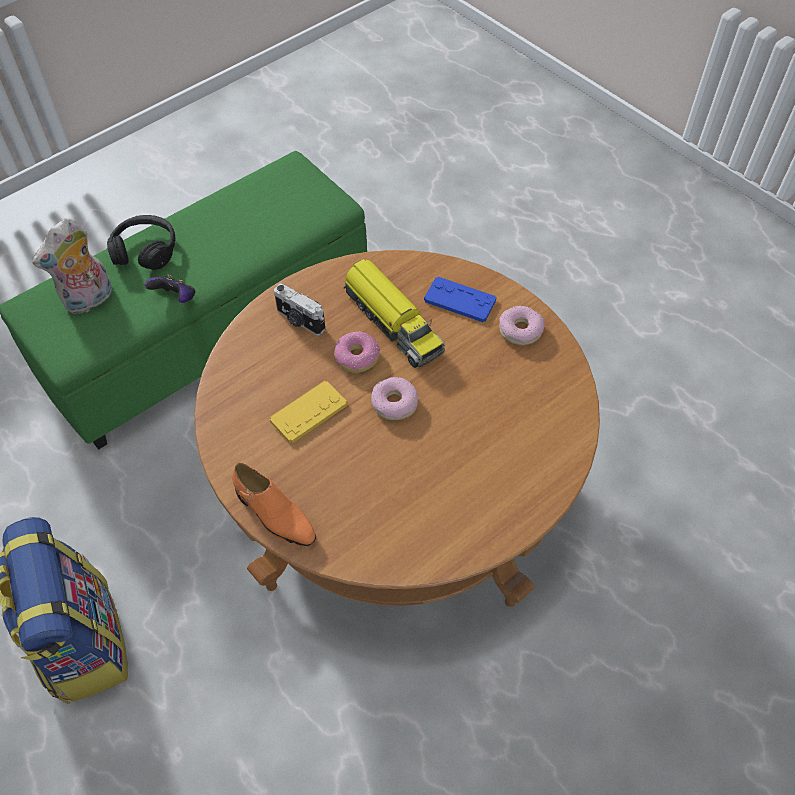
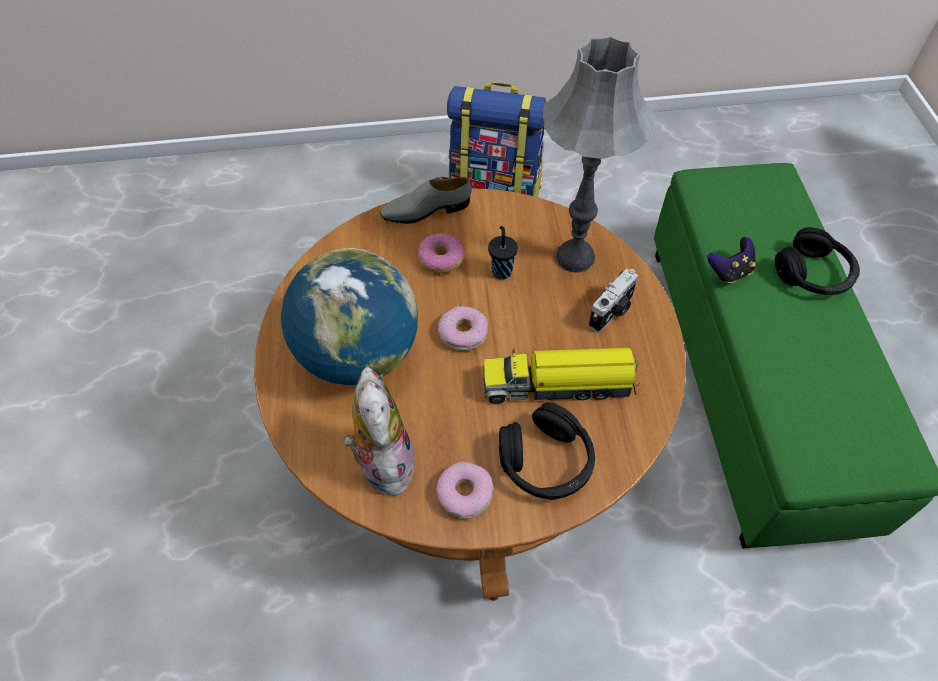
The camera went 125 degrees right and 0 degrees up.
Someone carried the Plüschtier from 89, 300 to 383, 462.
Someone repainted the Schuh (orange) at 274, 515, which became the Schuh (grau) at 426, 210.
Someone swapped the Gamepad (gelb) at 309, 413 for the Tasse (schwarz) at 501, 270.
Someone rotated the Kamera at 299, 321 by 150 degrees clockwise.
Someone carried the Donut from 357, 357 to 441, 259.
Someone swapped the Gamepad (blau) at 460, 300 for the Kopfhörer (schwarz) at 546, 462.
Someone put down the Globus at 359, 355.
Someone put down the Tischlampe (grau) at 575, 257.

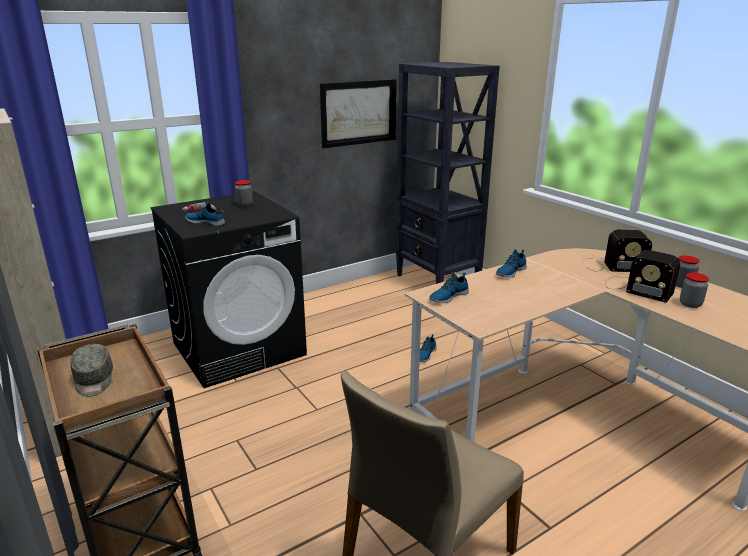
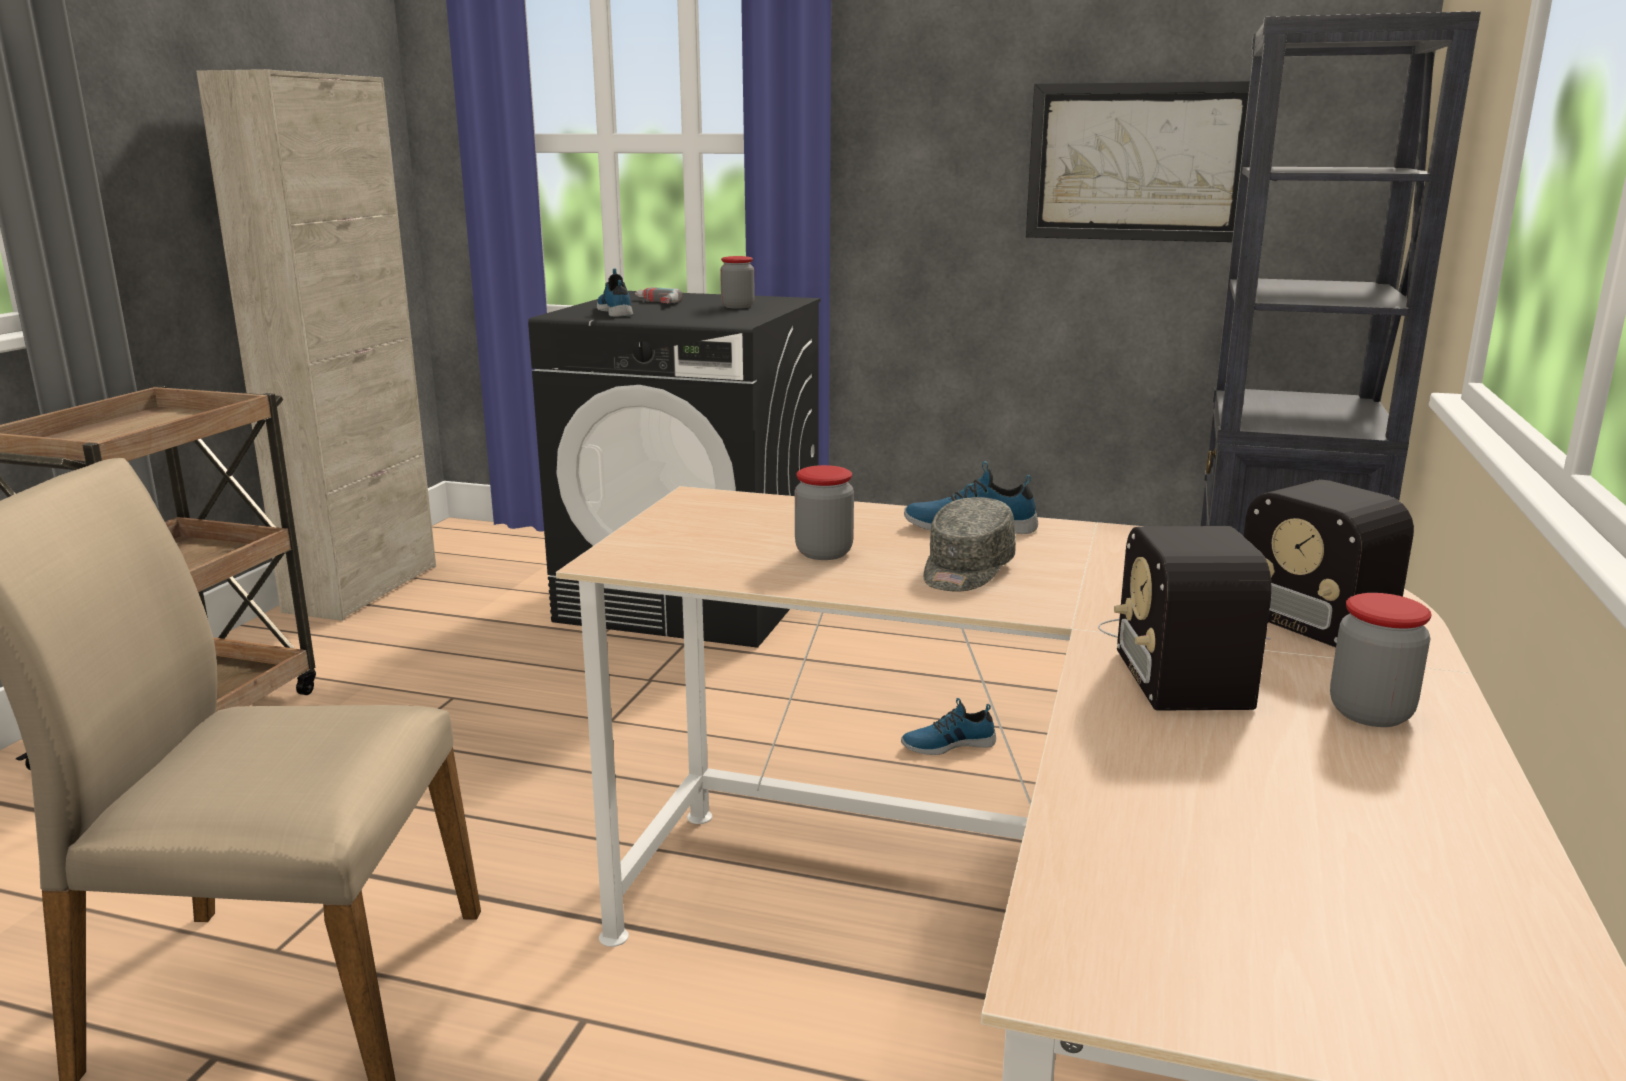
The camera went 50 degrees right and 5 degrees down.
Someone carried the Kappe (grau) from 94, 380 to 966, 570.
Someone took away the Schuh at 448, 296.
Someone carried the Vorratsglas from 690, 304 to 824, 553.

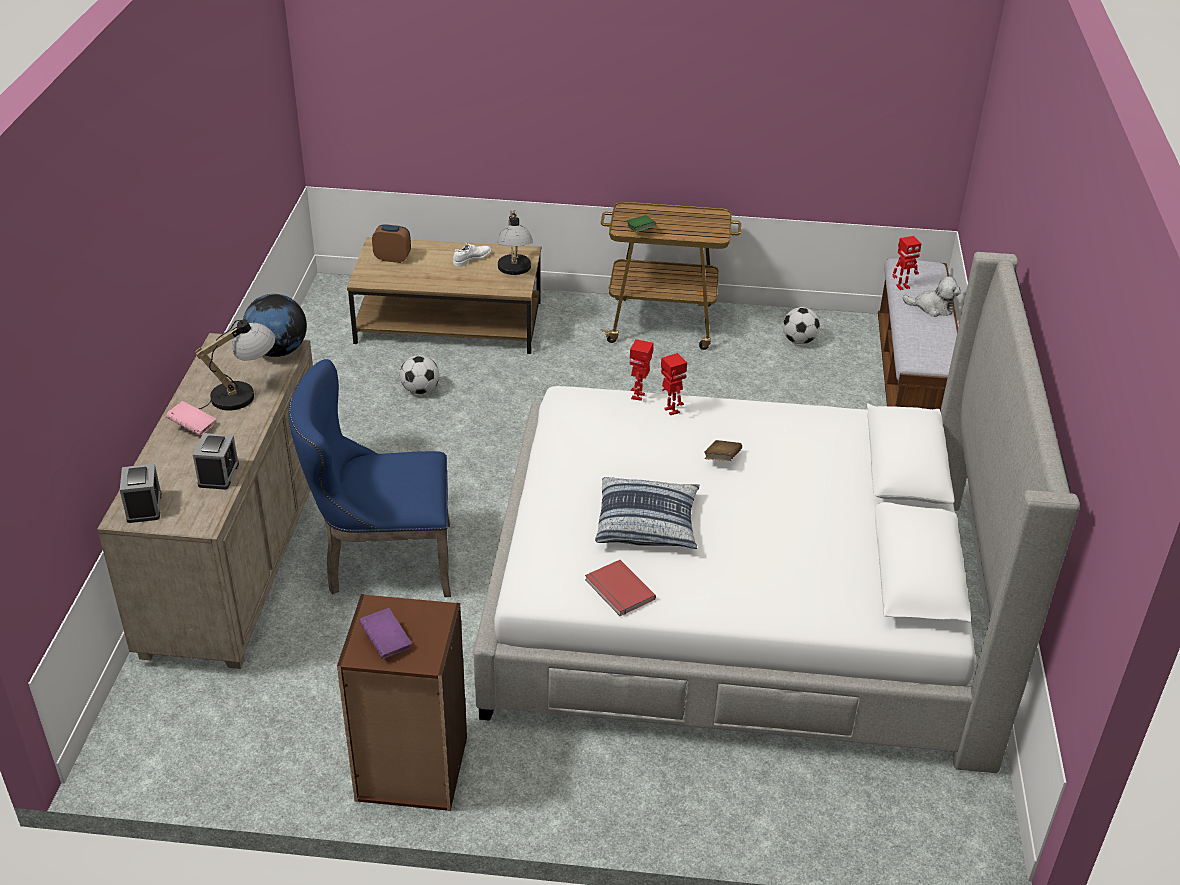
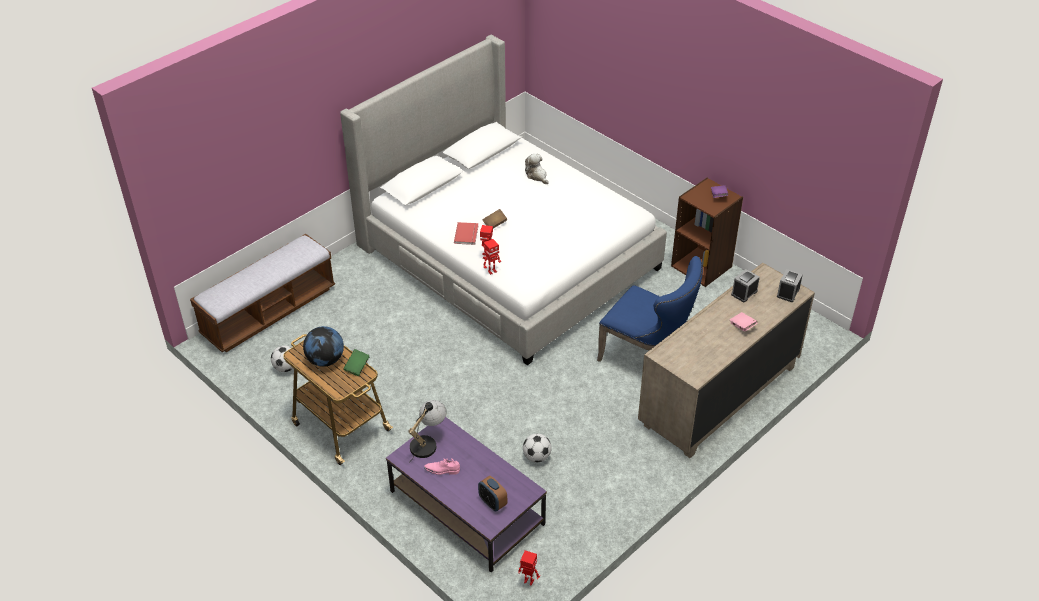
The camera went 140 degrees left and 5 degrees up.
Someone took away the Tischlampe at 244, 393.
Someone carried the Globus from 278, 351 to 325, 360.
Someone repainted the Couchtisch (braun) at 447, 322, which became the Couchtisch (lila) at 468, 508.
Someone repainted the Schuh (weiß) at 472, 259, which became the Schuh (rosa) at 442, 470.
Someone carried the Buch (rot) from 618, 590 to 467, 234.
Someone took away the Kissen at 647, 523.
Someone carried the Spielzeugroboter from 902, 286 to 528, 581.
Someone carried the Plüschtier from 932, 307 to 537, 176.

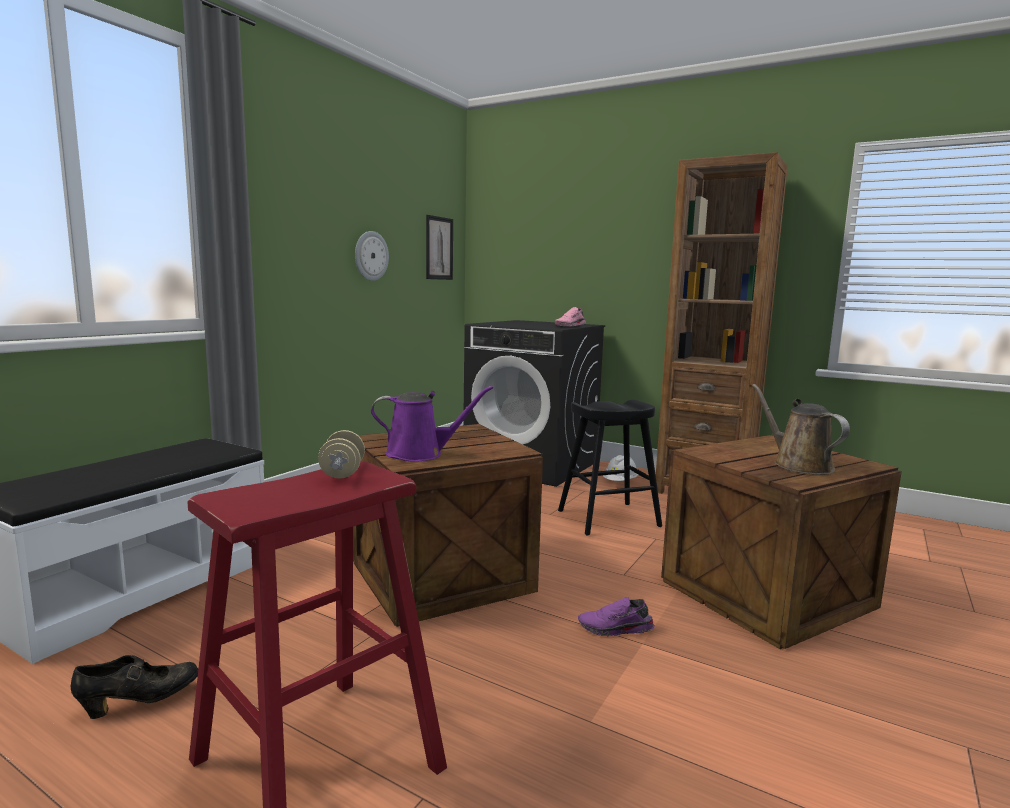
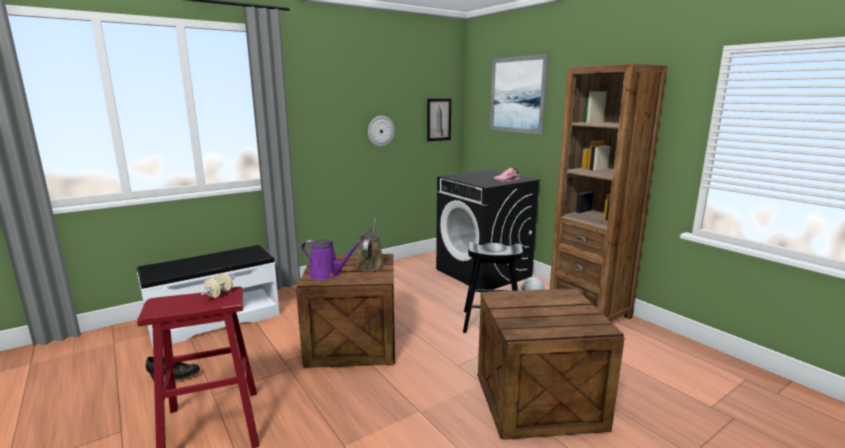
The camera went 25 degrees right and 5 degrees up.
Someone took away the Schuh (lila) at 615, 629.
Someone carried the Gießkanne (braun) from 798, 465 to 370, 265.
Someone put up the Bild at 517, 95.

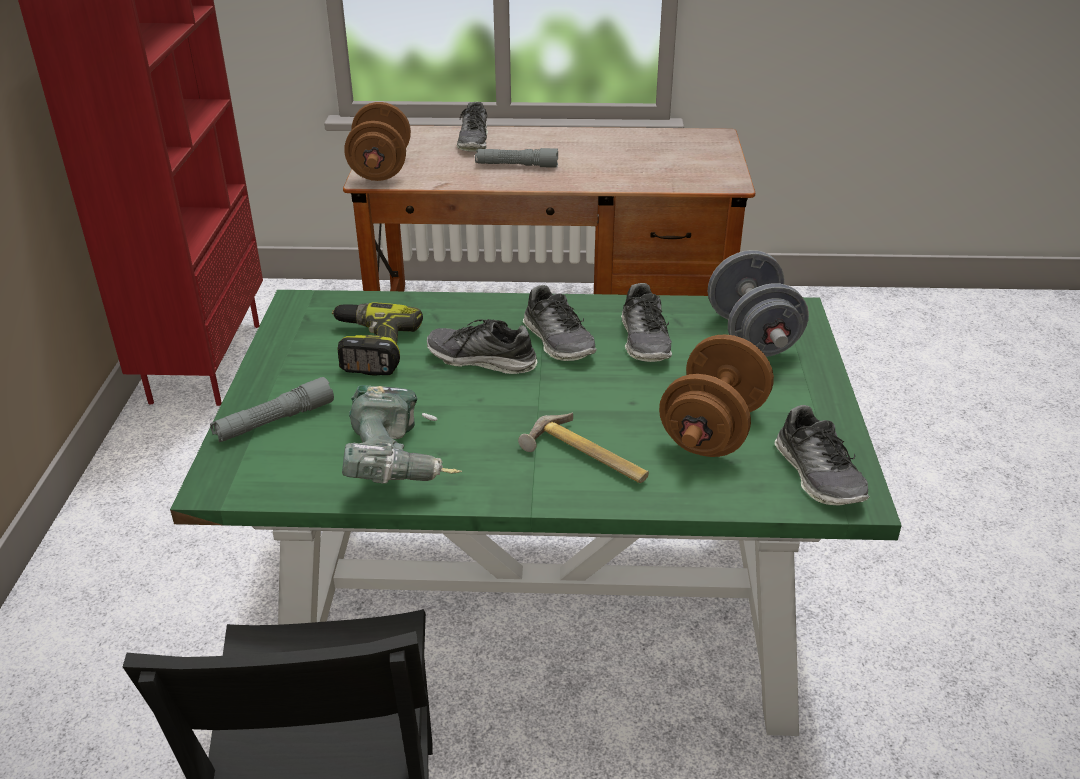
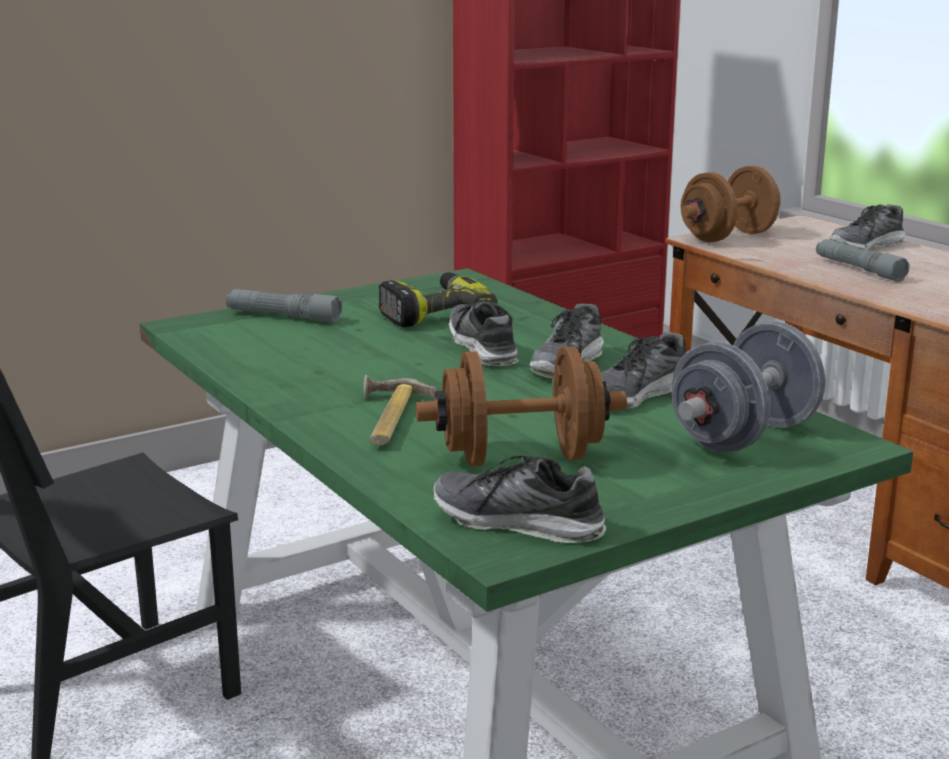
The camera went 55 degrees right and 15 degrees down.
Someone took away the Bohrmaschine at 399, 462.
Someone rotated the Schuh at 818, 475 by 75 degrees clockwise.

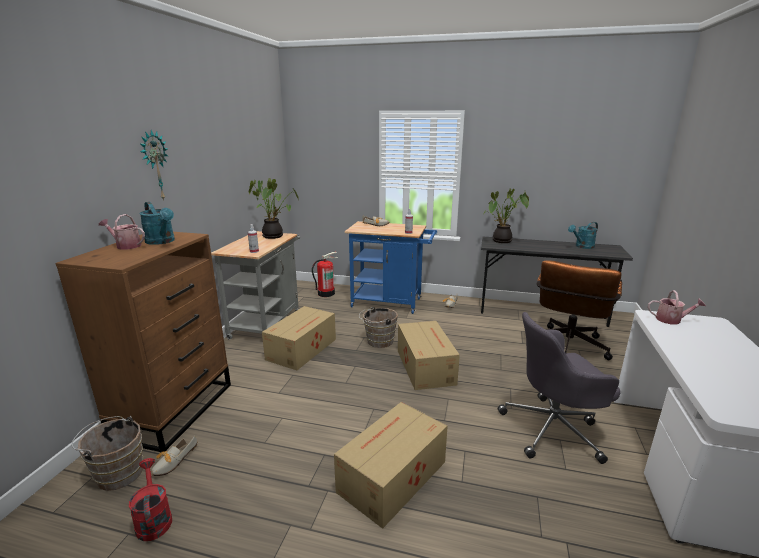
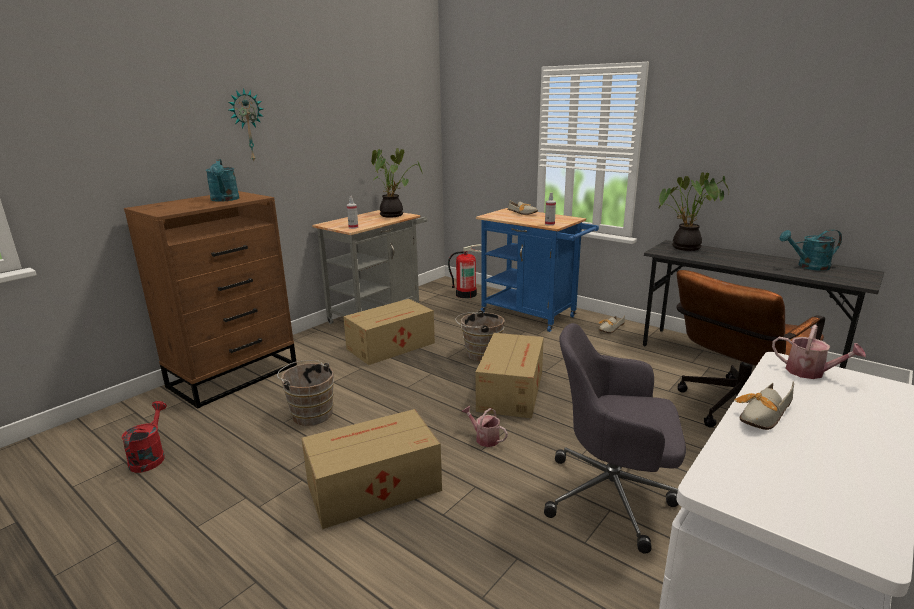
The camera went 25 degrees right and 0 degrees up.
Someone carried the Eimer (braun) from 117, 472 to 310, 413.
Someone carried the Gießkanne from 126, 246 to 484, 438.
Someone carried the Schuh from 172, 463 to 762, 416.

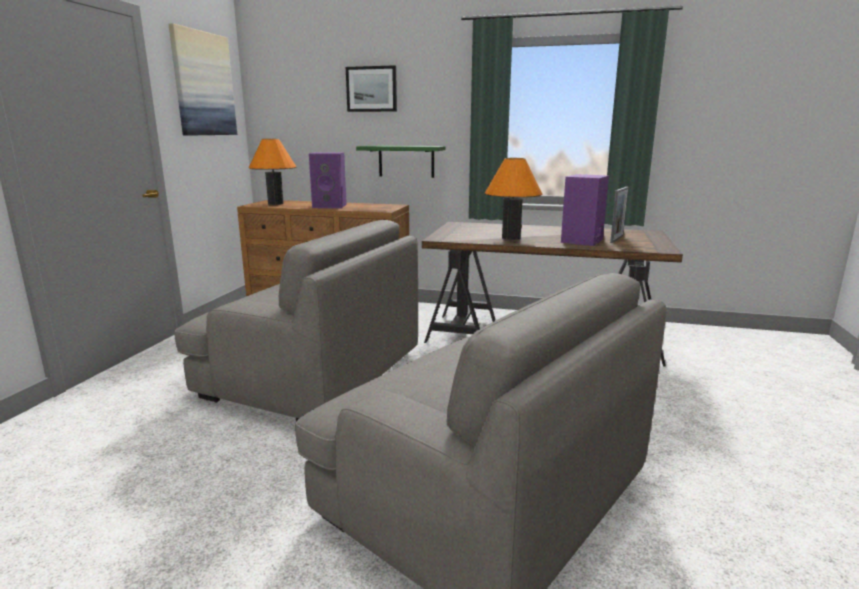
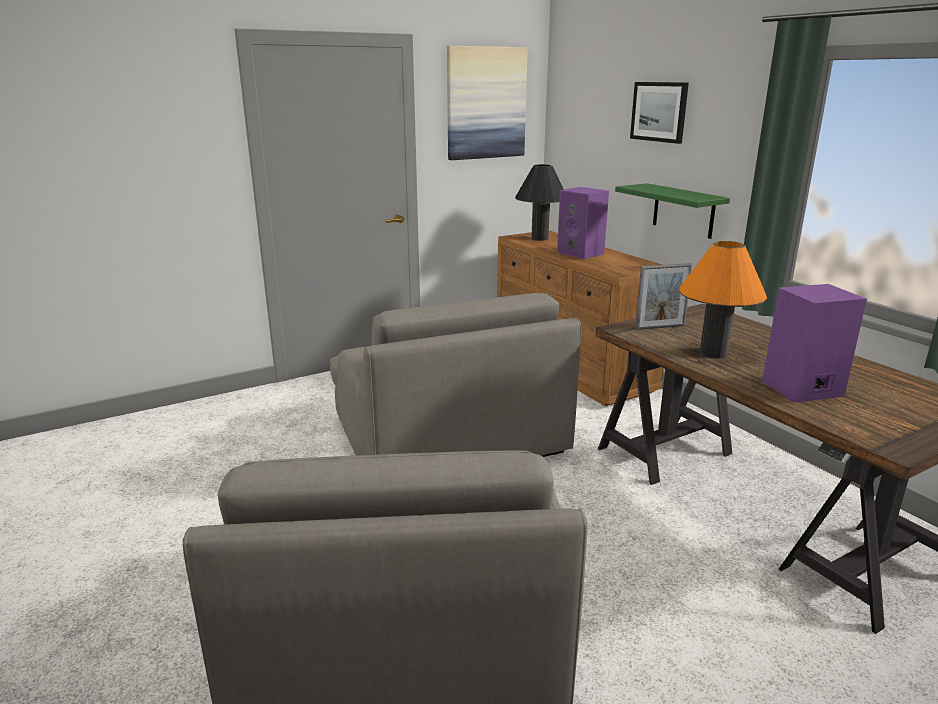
The camera went 45 degrees right and 5 degrees up.
Someone repainted the Tischlampe (orange) at 275, 203, which became the Tischlampe (schwarz) at 539, 238.
Someone carried the Bilderrahmen from 616, 239 to 660, 327.

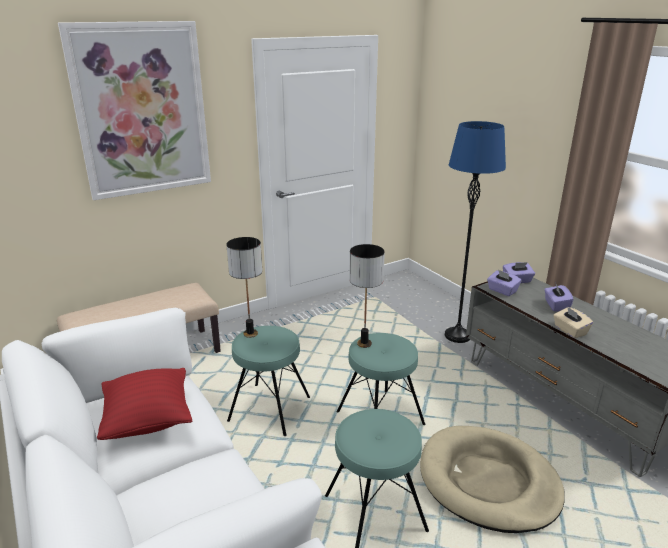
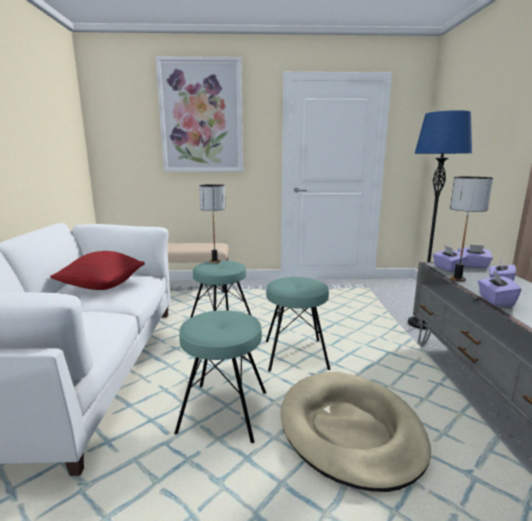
The camera went 30 degrees right and 10 degrees down.
Someone carried the Tischlampe from 364, 343 to 458, 279.
Someone repainted the Taschentuchbox (beige) at 570, 331, which became the Taschentuchbox (lila) at 495, 300.

